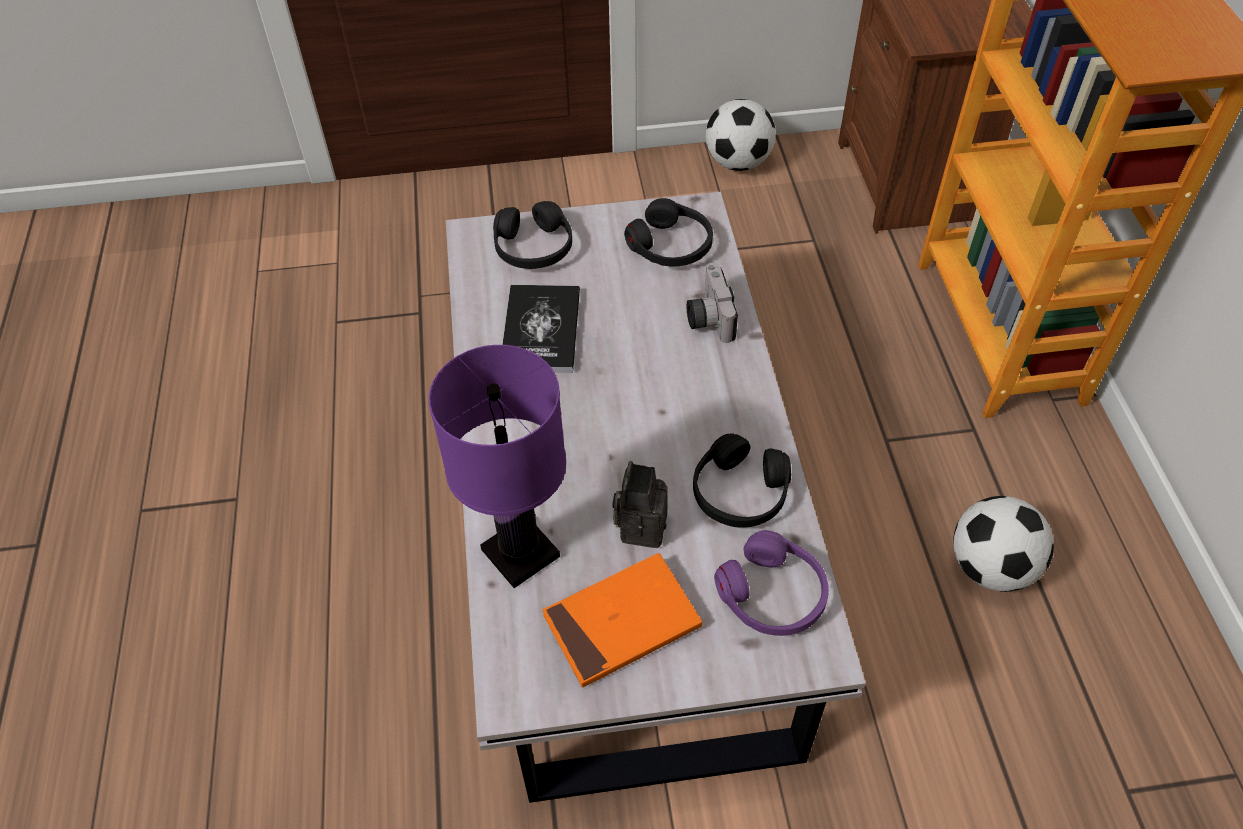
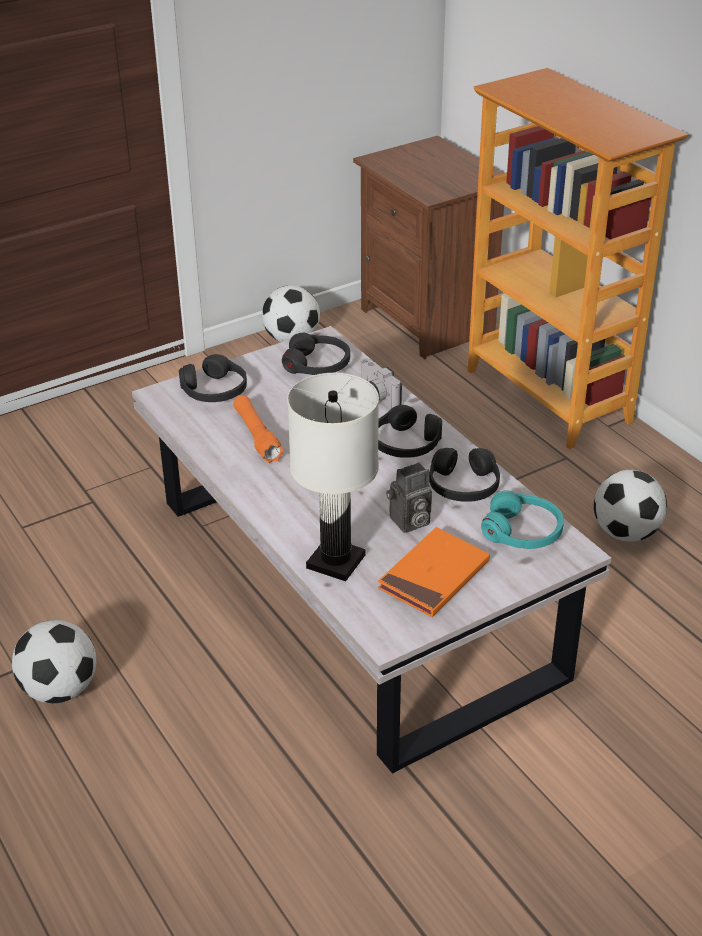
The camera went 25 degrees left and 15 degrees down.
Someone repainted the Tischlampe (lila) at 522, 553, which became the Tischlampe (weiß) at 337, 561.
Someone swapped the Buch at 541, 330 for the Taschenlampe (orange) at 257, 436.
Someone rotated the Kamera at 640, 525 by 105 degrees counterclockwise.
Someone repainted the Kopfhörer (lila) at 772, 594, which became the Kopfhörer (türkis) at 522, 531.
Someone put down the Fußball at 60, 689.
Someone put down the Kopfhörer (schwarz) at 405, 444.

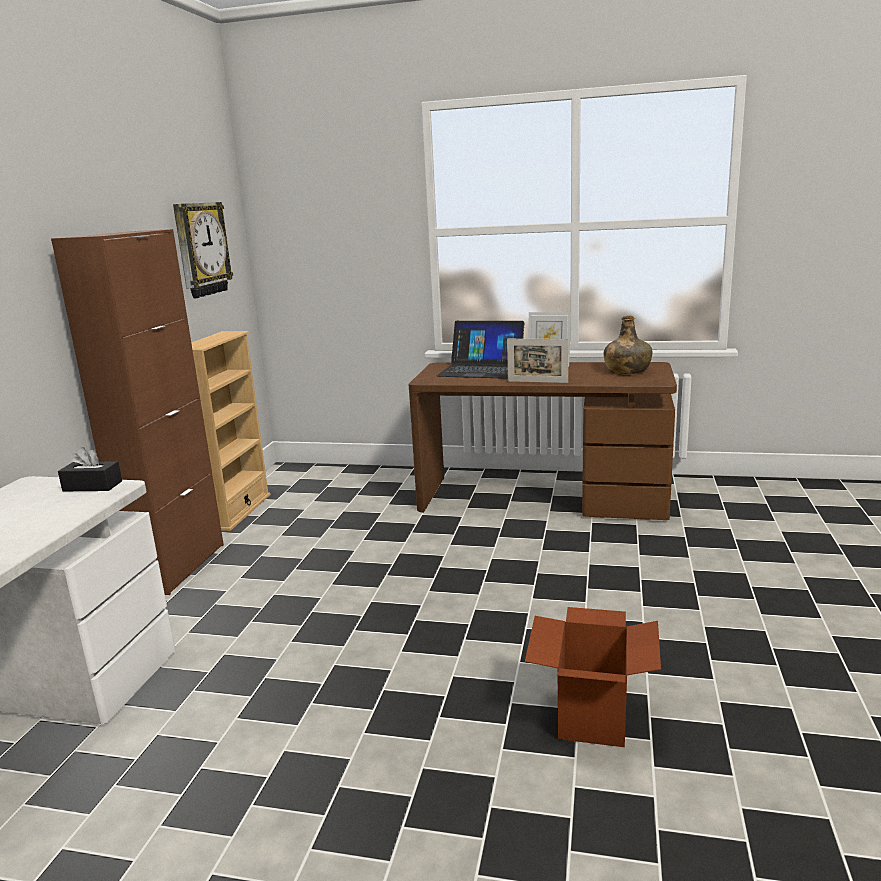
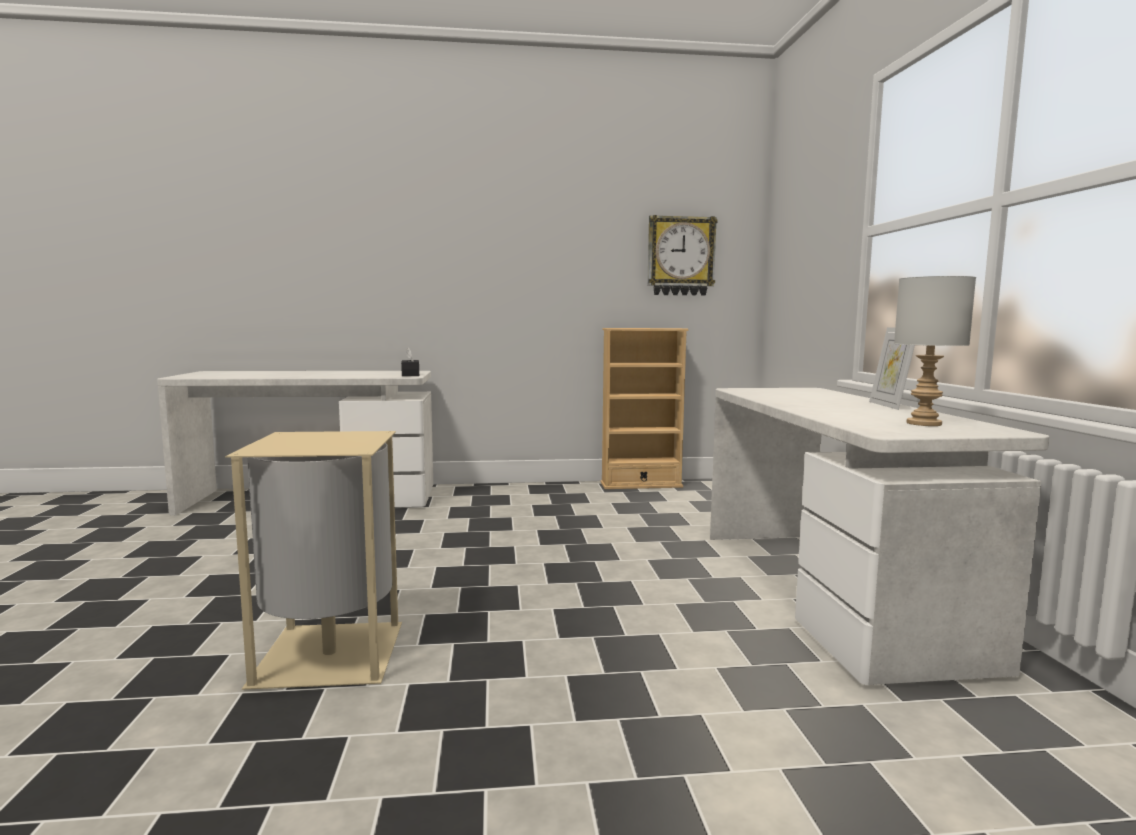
The camera went 70 degrees right and 10 degrees down.
Someone took away the Schrank (braun) at 177, 567.
Someone repainted the Schreibtisch (braun) at 542, 498, which became the Schreibtisch (weiß) at 829, 590.
Someone took away the Laptop at 481, 369.
Someone took away the Bilderrahmen at 537, 382.
Someone swapped the Karton at 592, 715 for the Mülleimer (beige) at 331, 655.
Someone swapped the Flasche (grün) at 626, 371 for the Tischlampe (grau) at 924, 423.

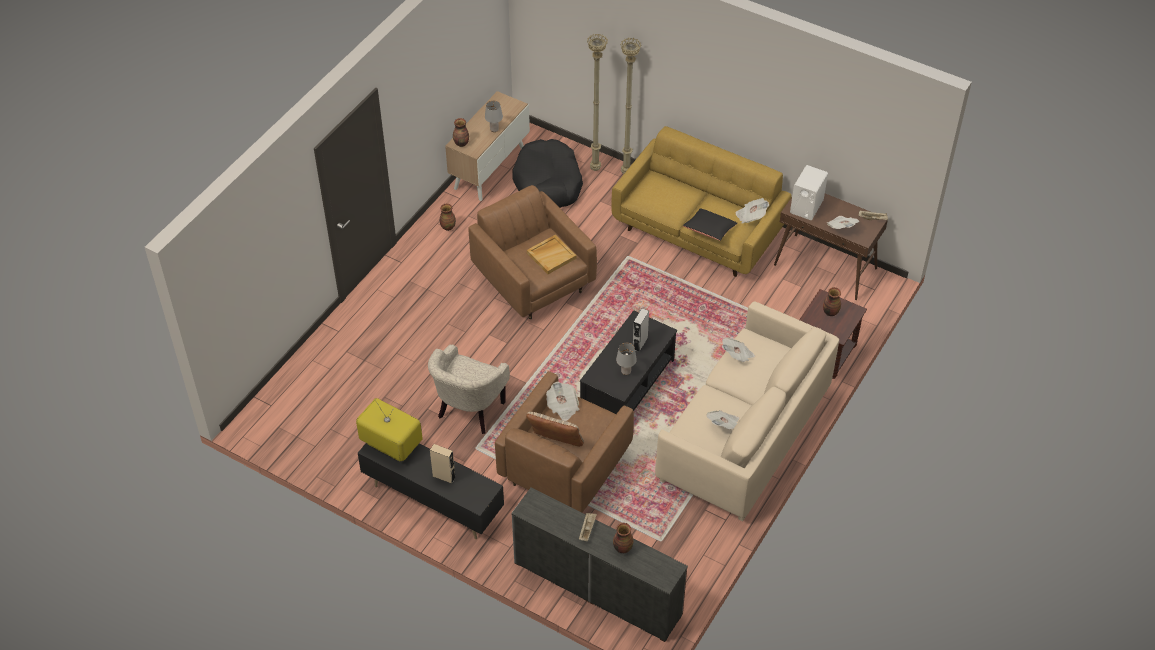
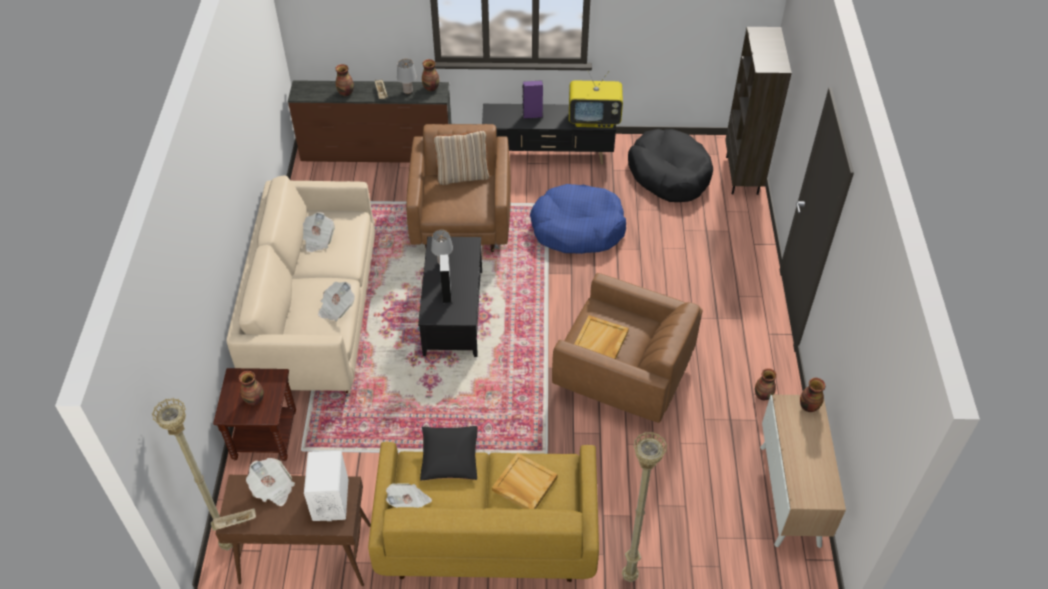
The camera went 150 degrees right and 0 degrees up.
Someone swapped the Sessel (beige) at 469, 412 for the Hundebett (blau) at 577, 228.
Someone repainted the Lautsprecher (beige) at 444, 477, which became the Lautsprecher (lila) at 532, 115.
Someone carried the Tischlampe (grau) from 494, 129 to 408, 91.
Someone carried the Hundebett (schwarz) from 548, 183 to 669, 174.
Someone took away the Zeitung at 562, 407.
Someone carried the Stehlampe (beige) from 596, 169 to 227, 545.
Someone put down the Vase at 431, 88.
Someone put down the Tablett (beige) at 524, 484.
Someone put down the Bücherregal (braun) at 742, 175.

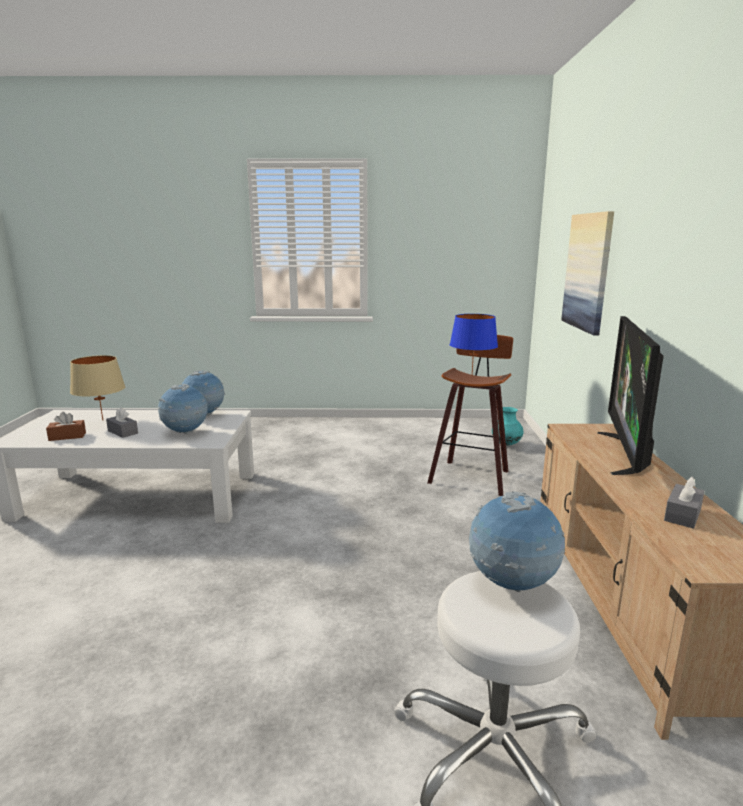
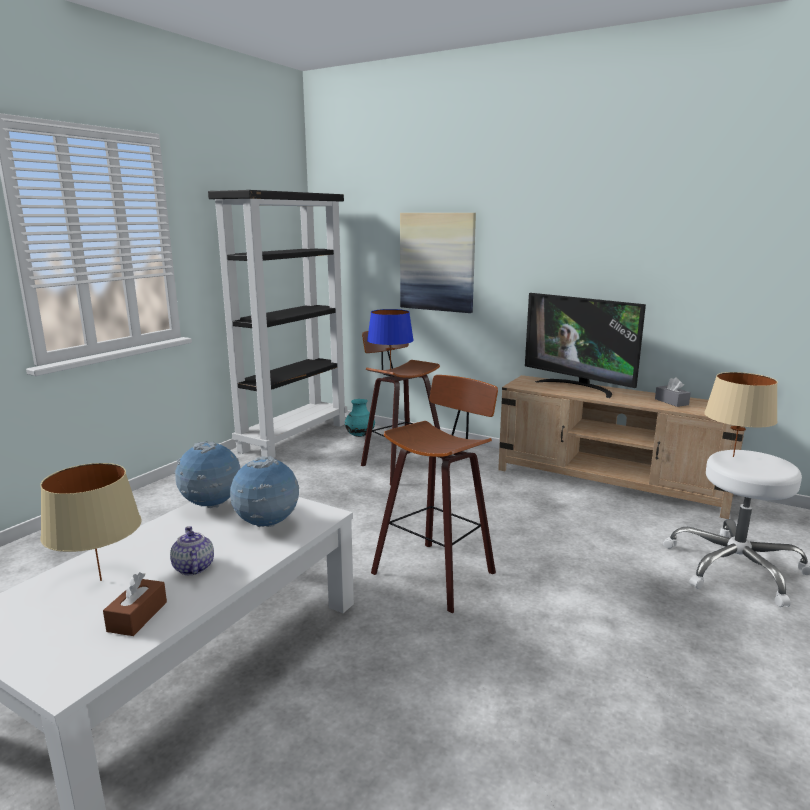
The camera went 60 degrees left and 0 degrees up.
Someone swapped the Taschentuchbox (grau) at 123, 432 for the Teekanne at 193, 567.
Someone swapped the Globus at 512, 586 for the Tischlampe (beige) at 733, 456.
Someone put down the Bücherregal (schwarz) at 294, 436.
Someone put down the Hocker at 437, 572.

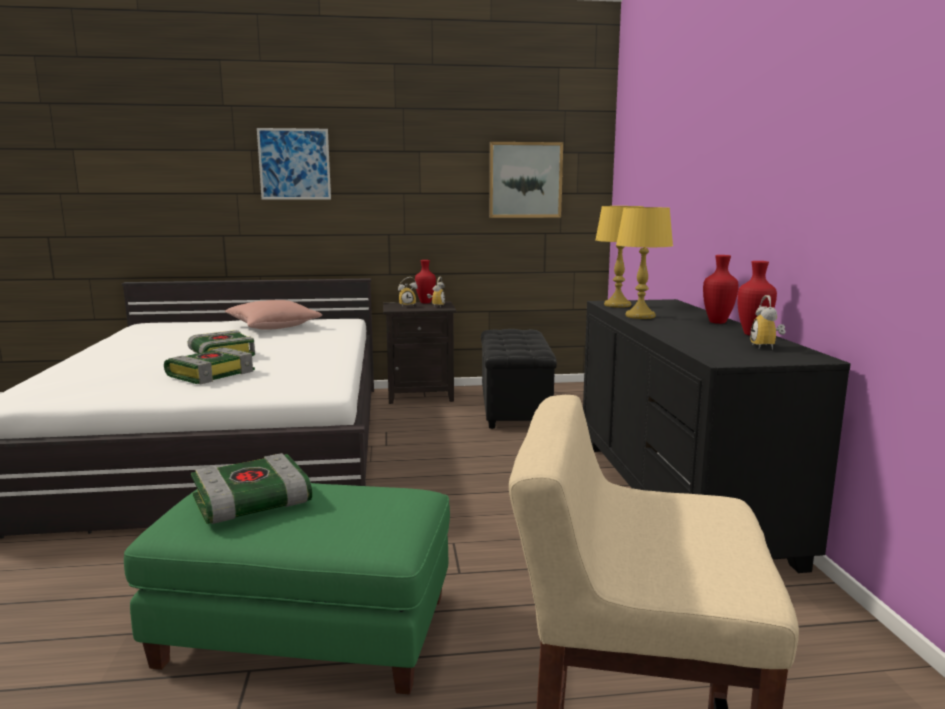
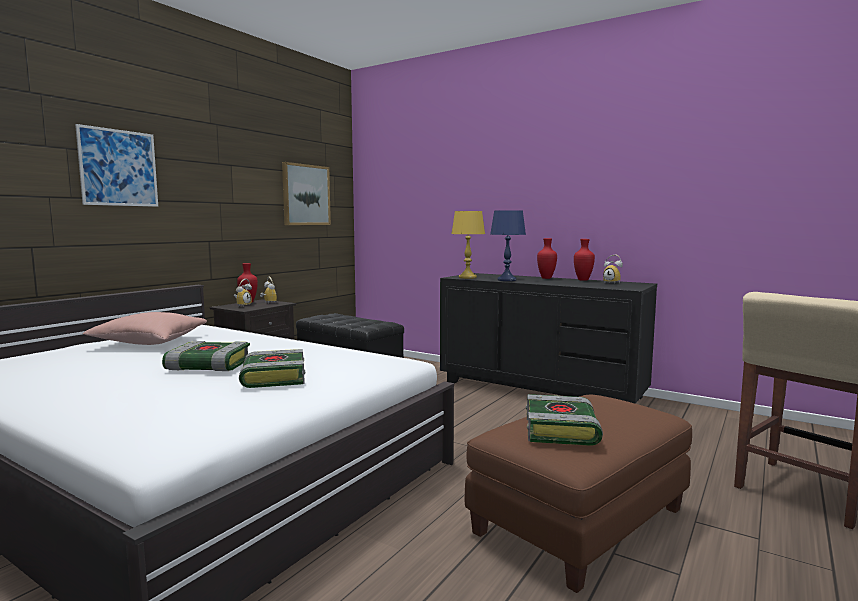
The camera went 50 degrees left and 5 degrees down.
Someone repainted the Polsterhocker (grün) at 305, 630, which became the Polsterhocker (braun) at 579, 521.
Someone repainted the Tischlampe (gelb) at 640, 316, which became the Tischlampe (blau) at 507, 280.

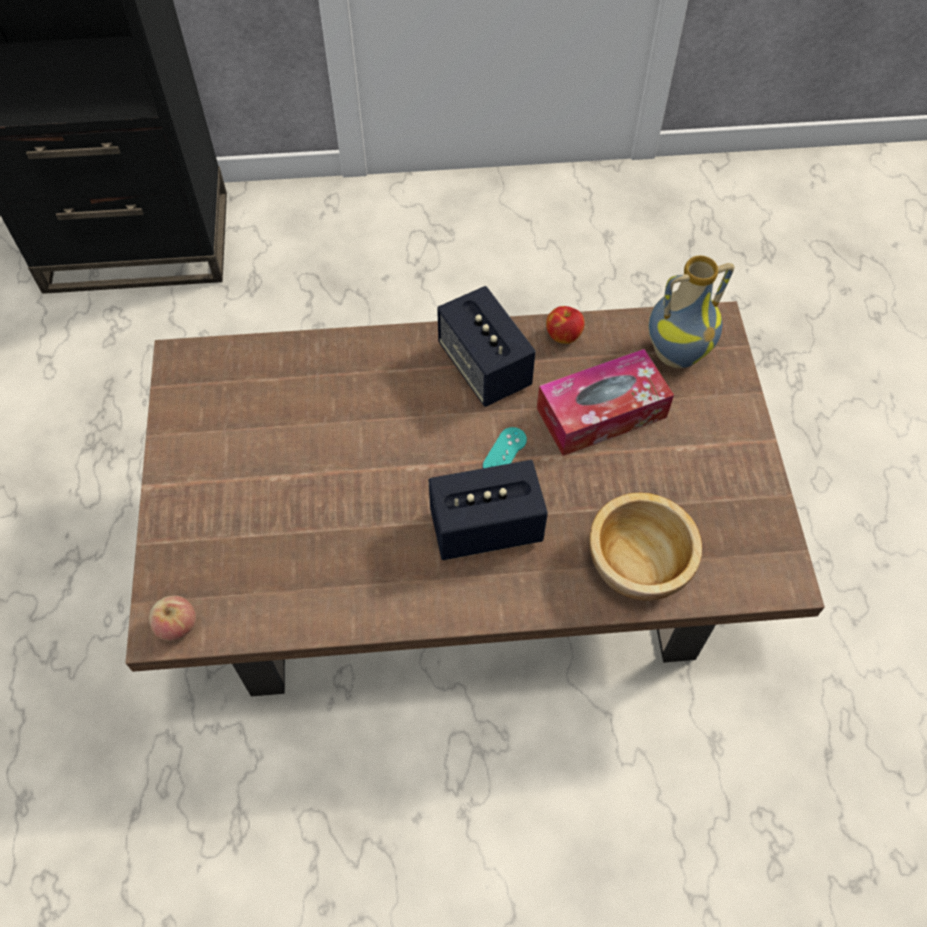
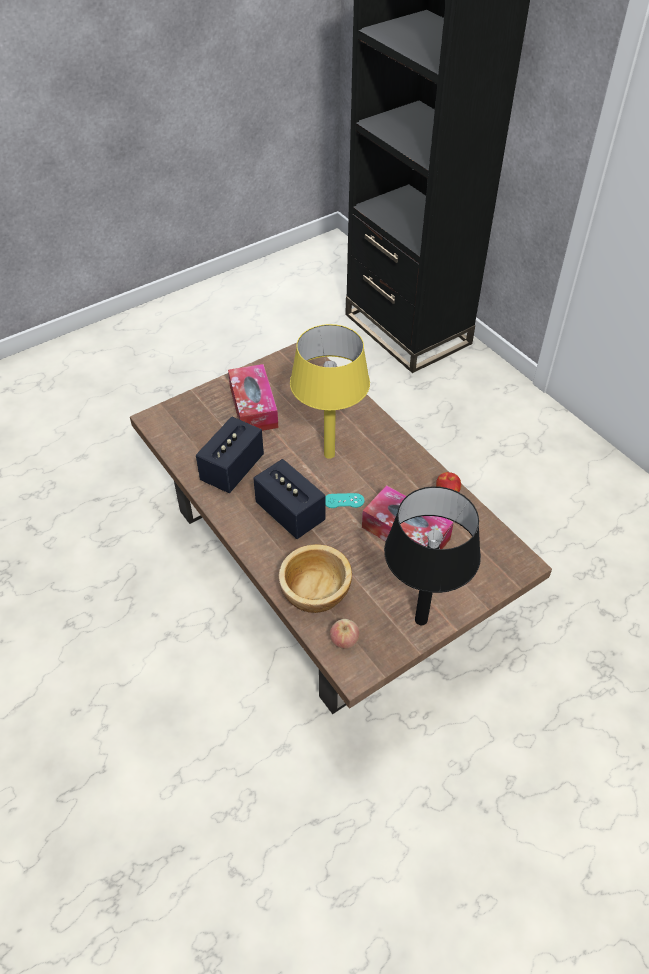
The camera went 60 degrees right and 10 degrees down.
Someone carried the Apfel from 177, 626 to 344, 641.
Someone carried the Lautsprecher from 484, 366 to 232, 469.
Someone took away the Vase at 676, 352.
Someone put down the Taschentuchbox at 253, 407.
Someone put down the Tischlampe (gelb) at 329, 454.
Someone put down the Tischlampe (schwarz) at 420, 619.

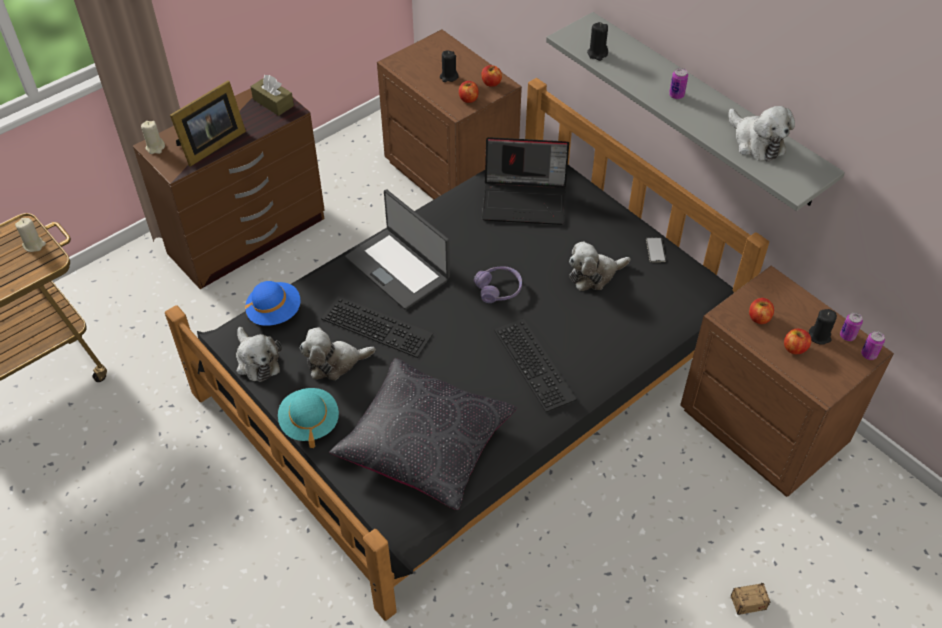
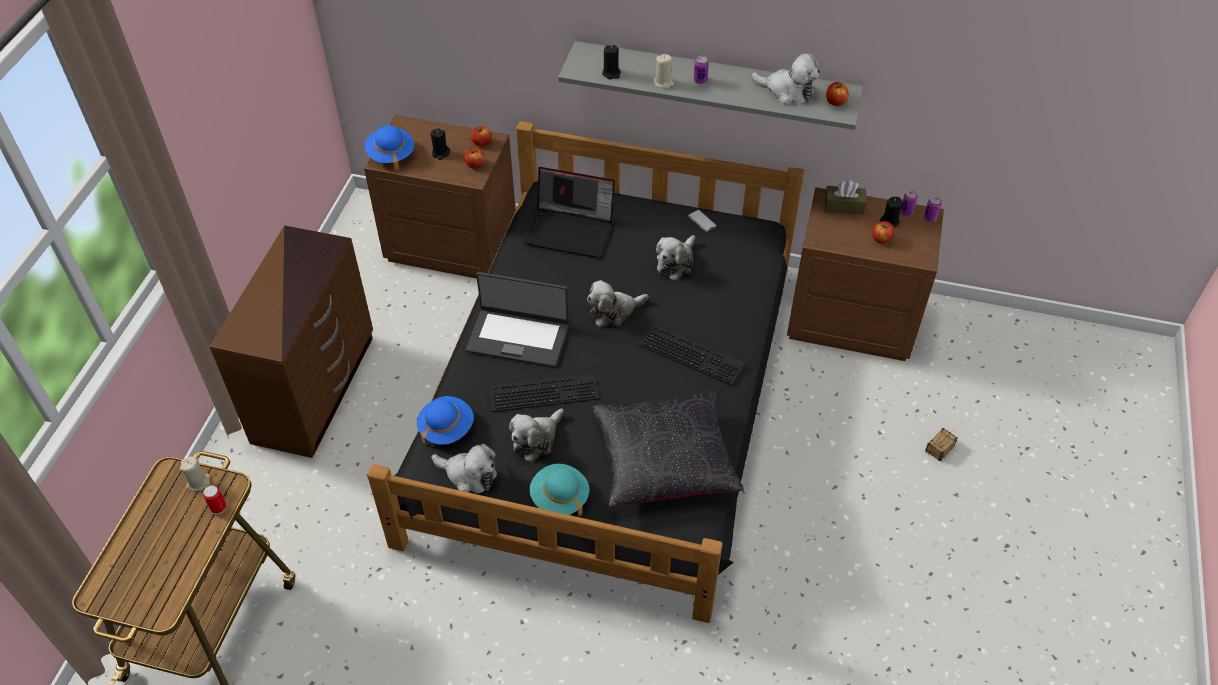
The camera went 35 degrees left and 0 degrees up.
Someone carried the Kerze (beige) from 155, 147 to 663, 82.
Someone took away the Bilderrahmen at 210, 145.
Someone carried the Taschentuchbox (braun) from 273, 102 to 844, 206.
Someone swapped the Kopfhörer (lila) at 499, 289 for the Plüschtier at 614, 311.
Someone rotated the Laptop at 525, 200 by 45 degrees clockwise.
Someone carried the Apfel from 759, 318 to 835, 102.
Someone put down the Dose at 218, 508.
Someone put down the Hut (blau) at 391, 154.

